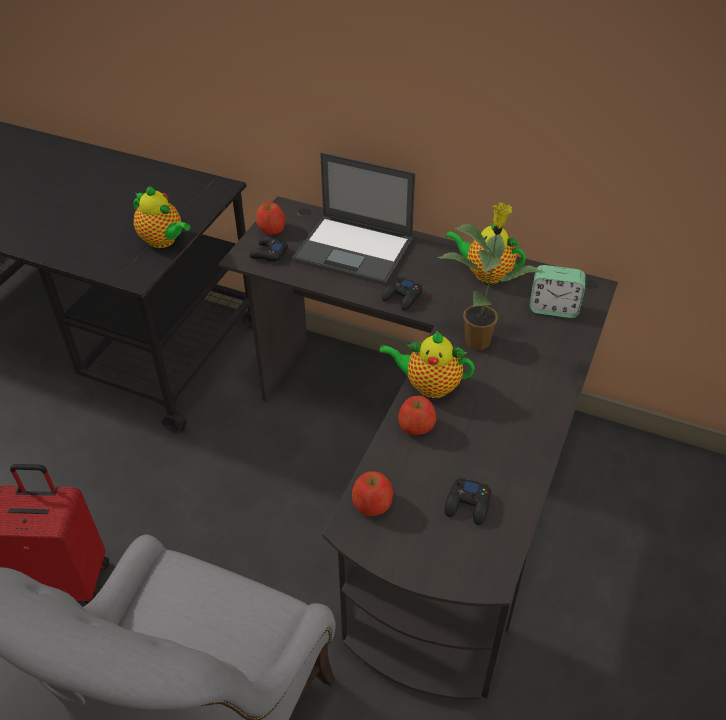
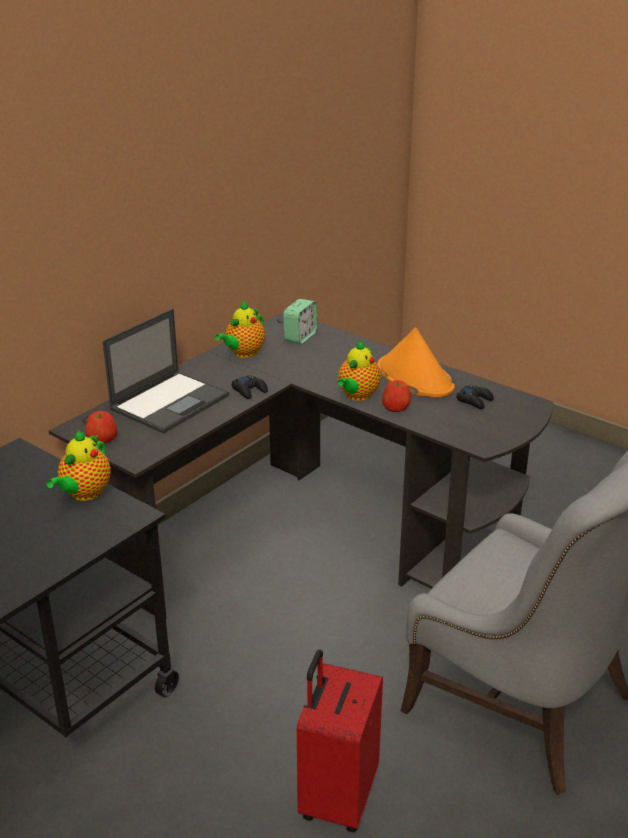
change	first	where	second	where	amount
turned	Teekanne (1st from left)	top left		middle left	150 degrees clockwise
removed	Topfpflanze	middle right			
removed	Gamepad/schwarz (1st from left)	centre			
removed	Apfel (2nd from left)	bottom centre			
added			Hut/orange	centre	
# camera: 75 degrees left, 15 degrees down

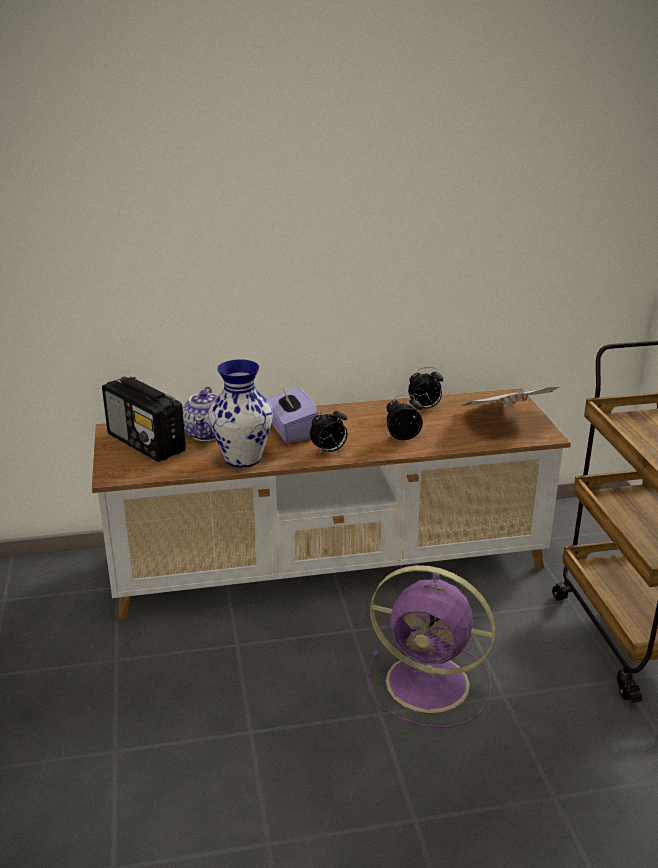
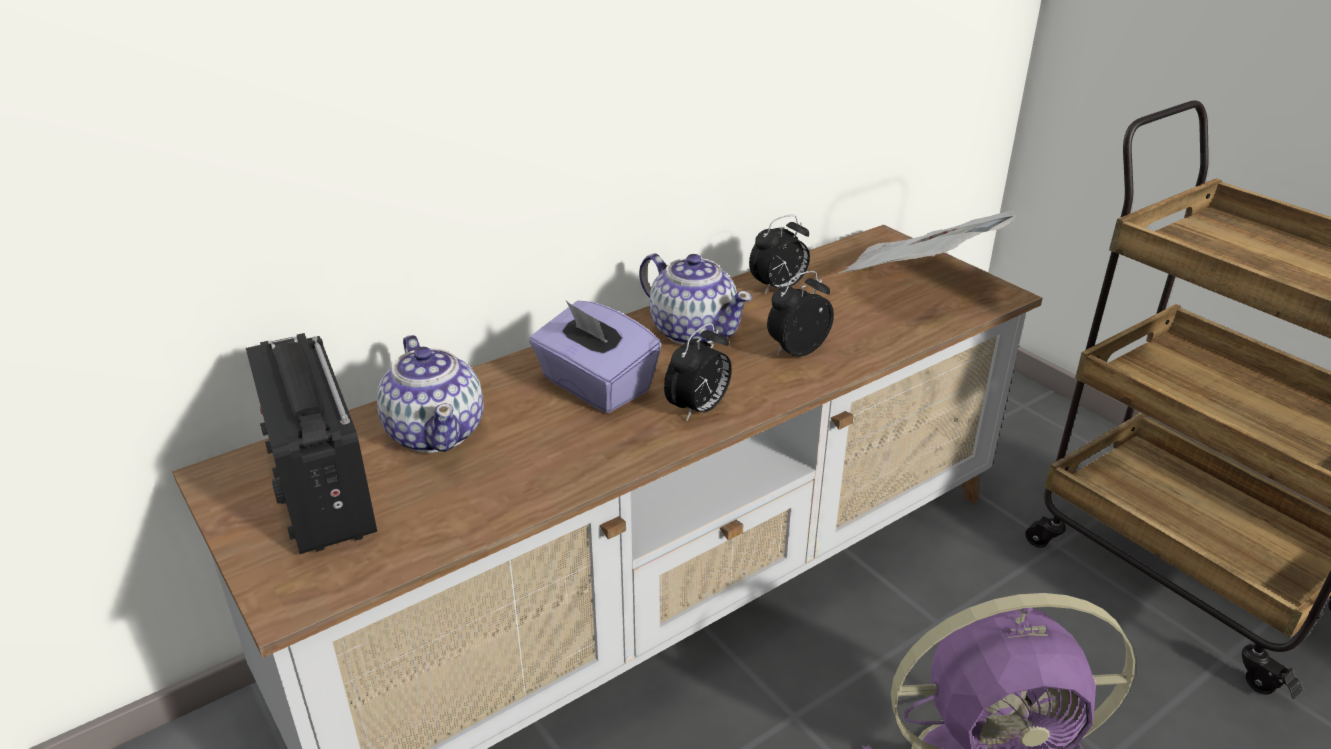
change	first	where	second	where	amount
removed	Vase	centre			
turned	Radio	middle left		middle left	45 degrees clockwise
added			Teekanne (2nd from left)	centre	
# camera: 25 degrees left, 5 degrees up

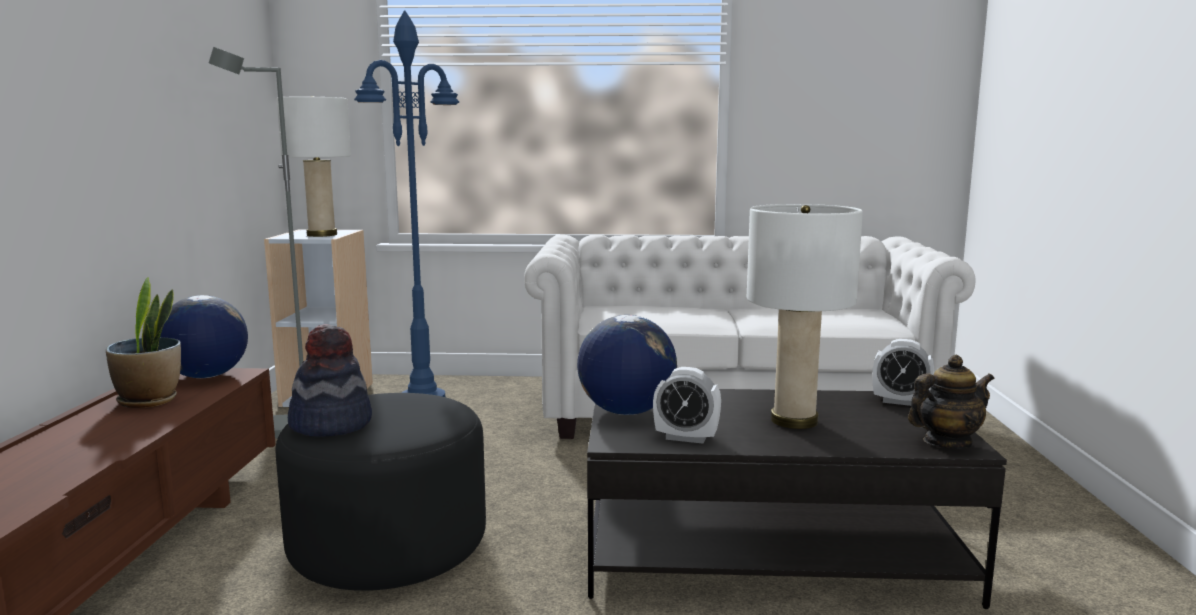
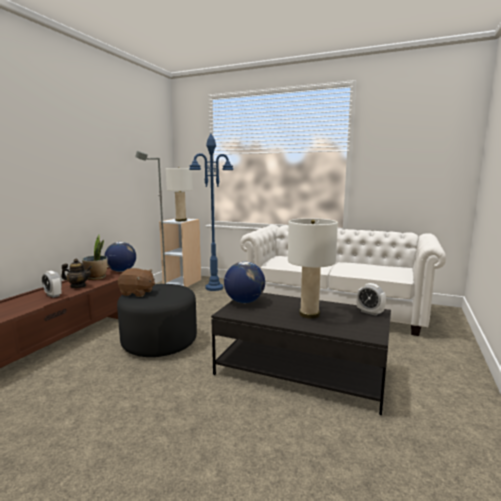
change	first	where	second	where	amount
replaced	Hut	middle left	Plüschtier/braun	middle left	
moved	Teekanne	middle right		middle left	
moved	Wecker (1st from left)	centre		middle left	
# camera: 20 degrees right, 0 degrees up

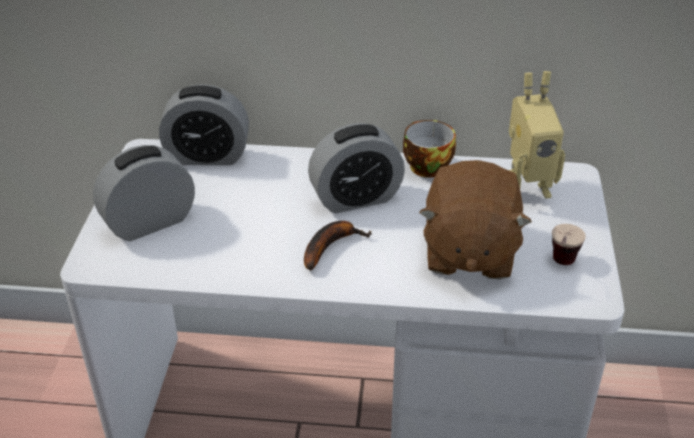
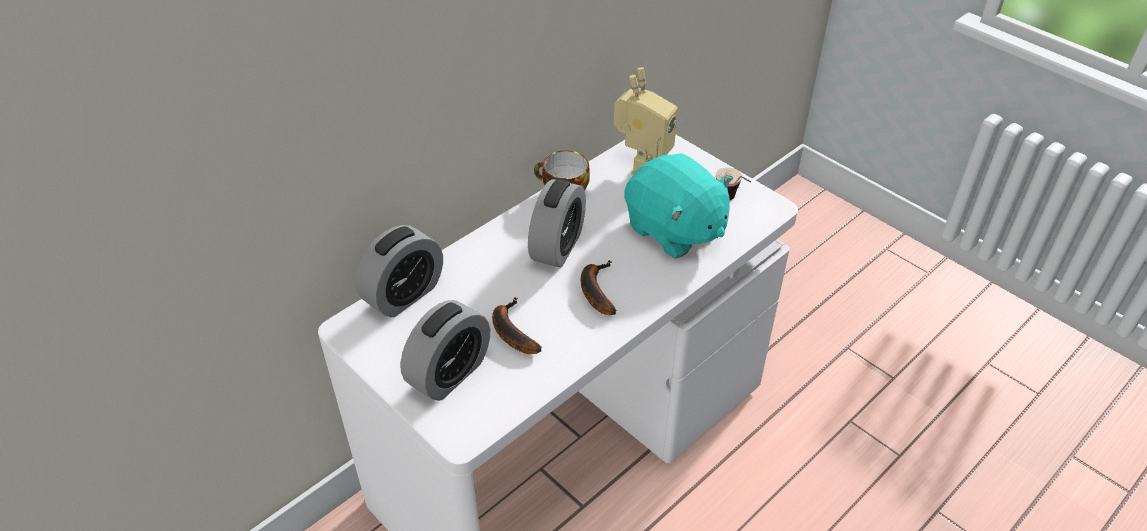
change	first	where	second	where	amount
turned	Wecker (1st from left in the first image)	middle left	Wecker (2nd from left)	centre	150 degrees counterclockwise
recoloured	Plüschtier/braun	middle right	Plüschtier/türkis	centre	
added			Banane (1st from left)	centre	
# camera: 50 degrees left, 5 degrees up

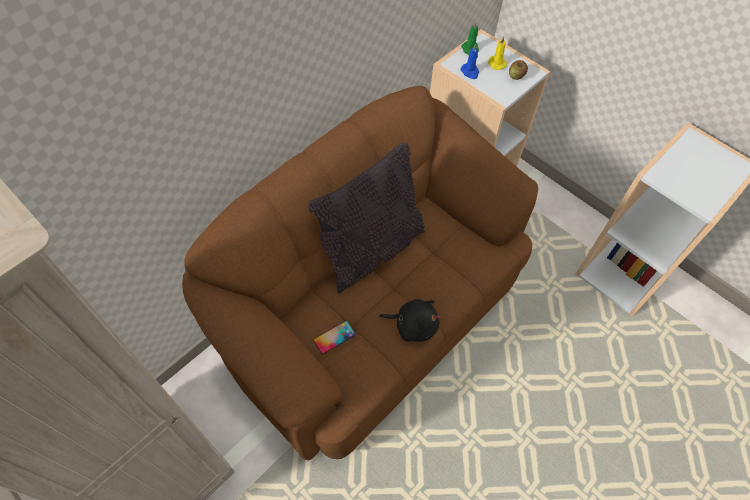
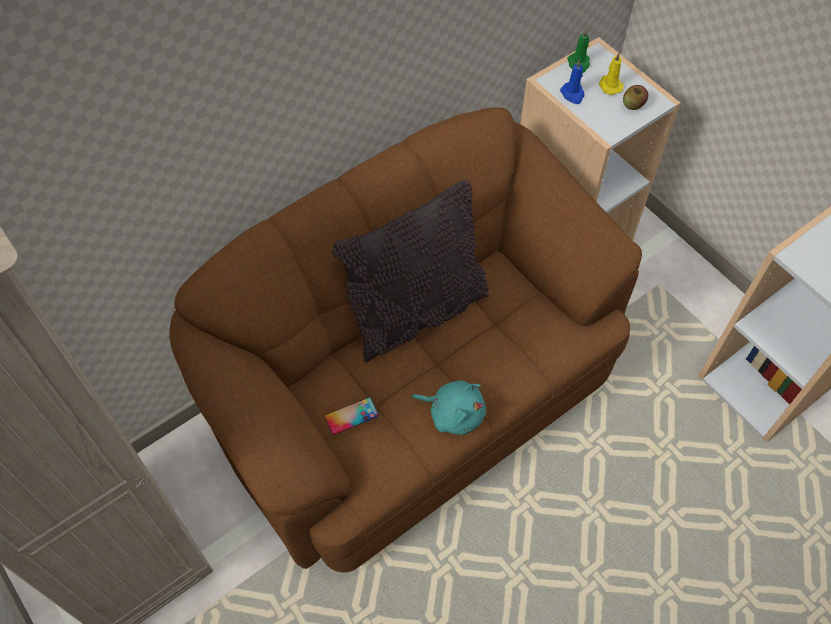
change	first	where	second	where	amount
recoloured	Plüschtier/schwarz	centre	Plüschtier/türkis	centre	
# camera: 10 degrees right, 0 degrees up

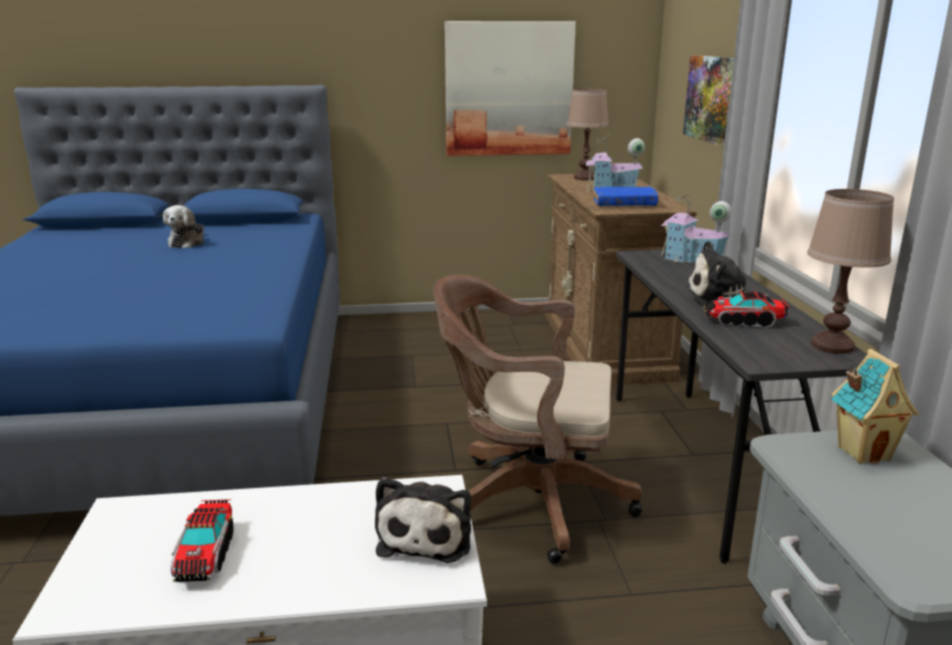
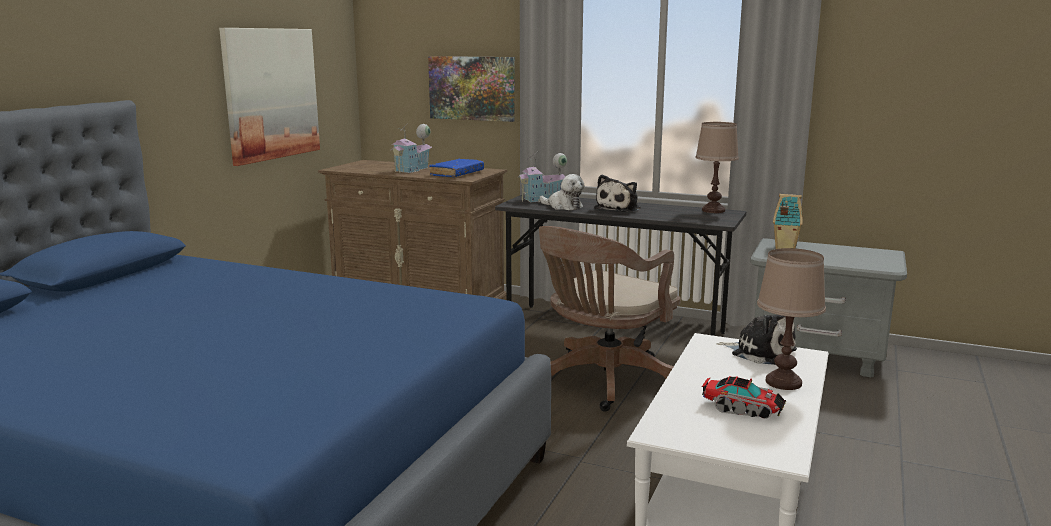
change	first	where	second	where	amount
moved	Tischlampe/braun (1st from left in the first image)	top centre	Tischlampe/braun (2nd from left)	middle right	
moved	Plüschtier (1st from left)	middle left		centre	
removed	Spielzeuglaster (2nd from left)	middle right			
# camera: 60 degrees left, 5 degrees down

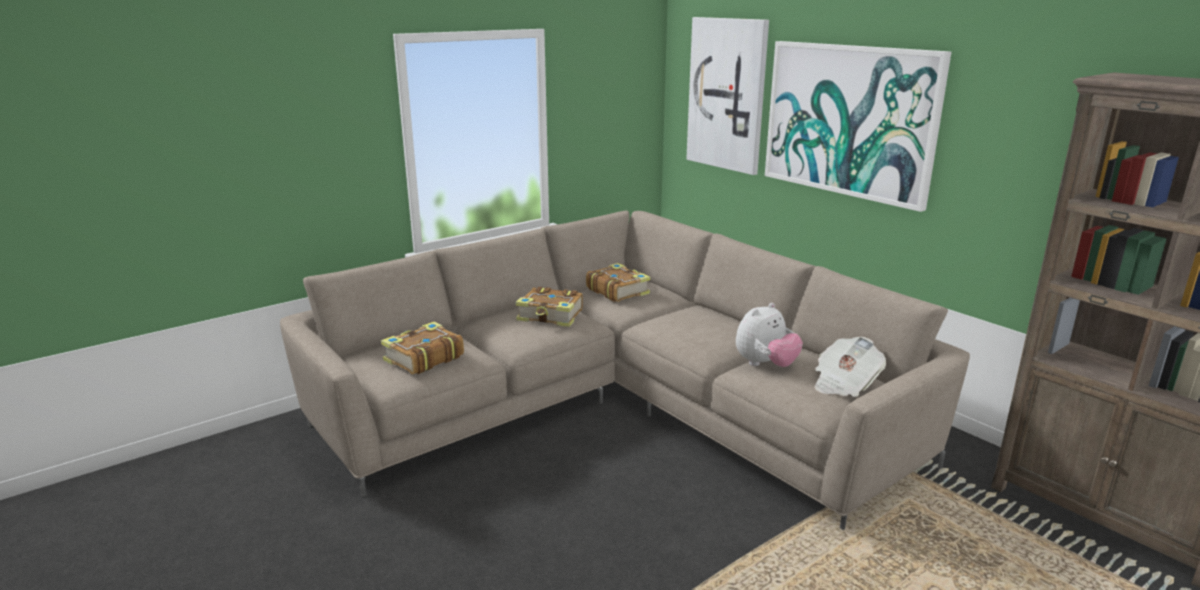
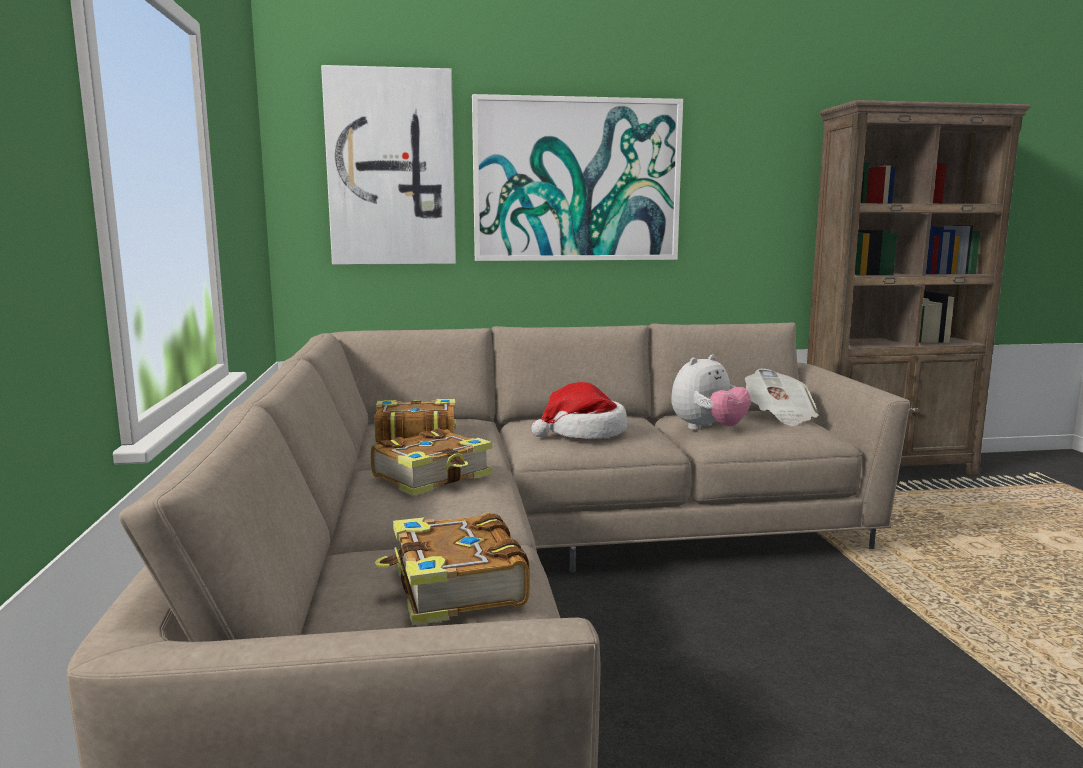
change	first	where	second	where	amount
turned	Plüschtier	centre		centre	60 degrees clockwise
added			Hut	centre	
# camera: 60 degrees left, 10 degrees down

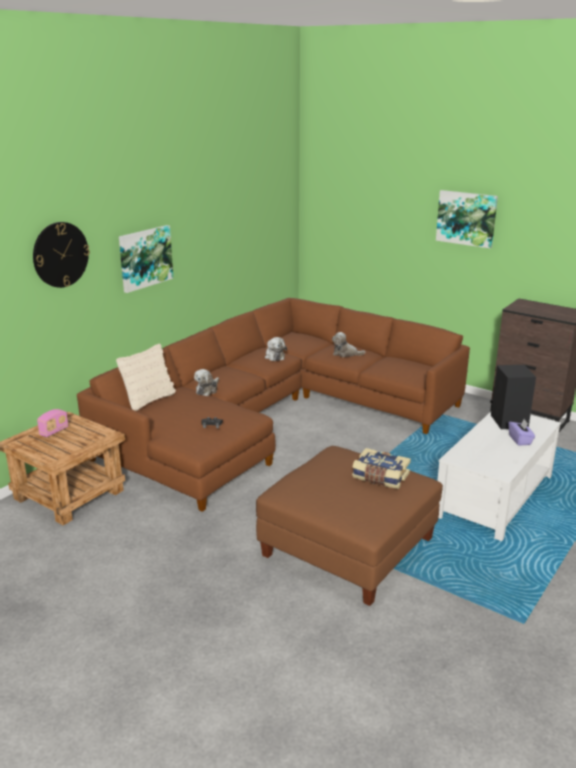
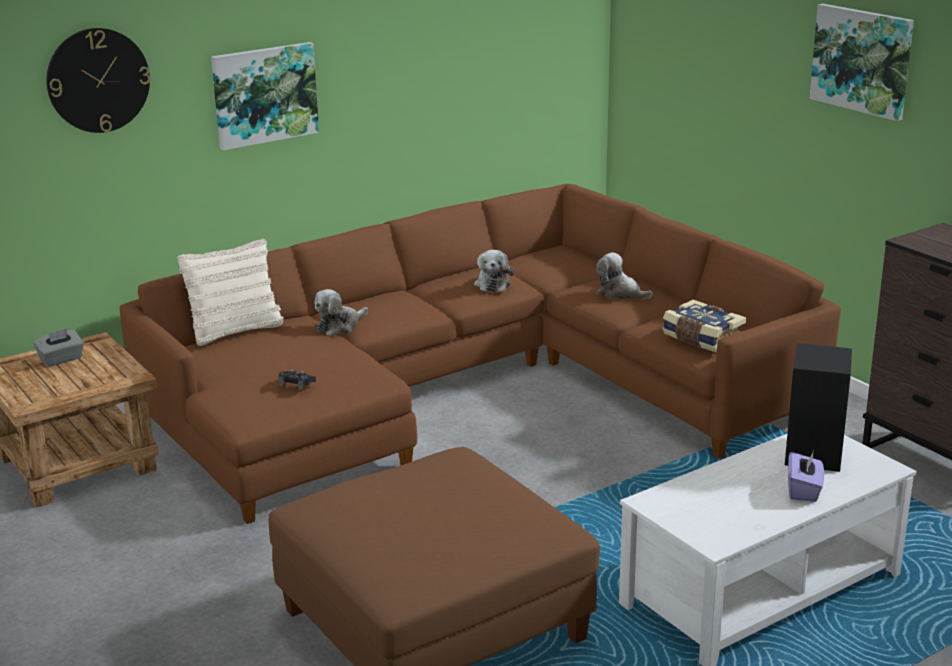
change	first	where	second	where	amount
replaced	Radio	middle left	Taschentuchbox/grau	middle left	
moved	Buch	centre		middle right	
# camera: 20 degrees right, 0 degrees up

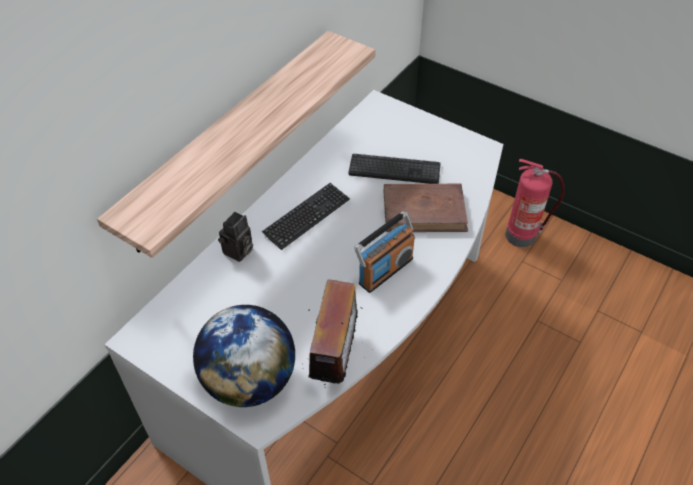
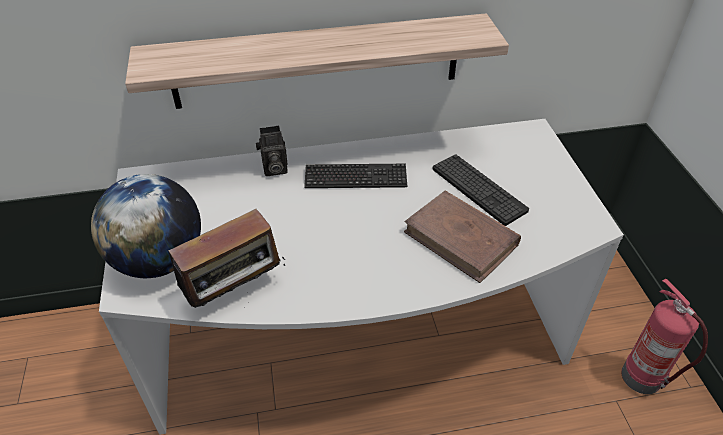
change	first	where	second	where	amount
removed	Radio (2nd from left)	centre			
# camera: 45 degrees right, 5 degrees down

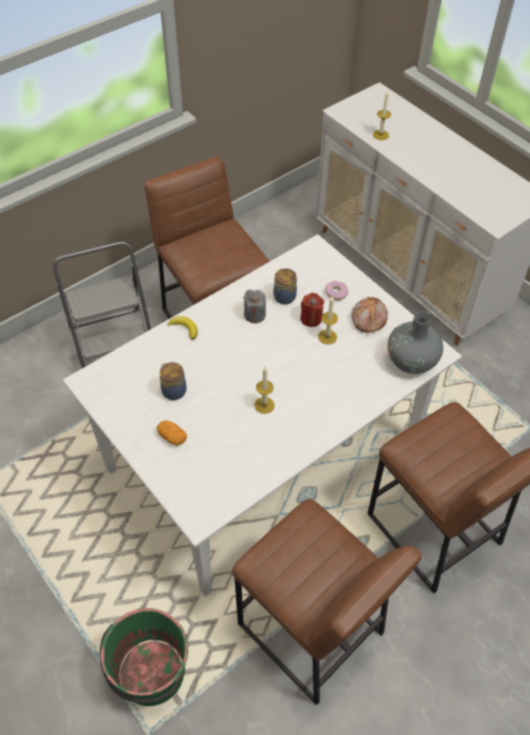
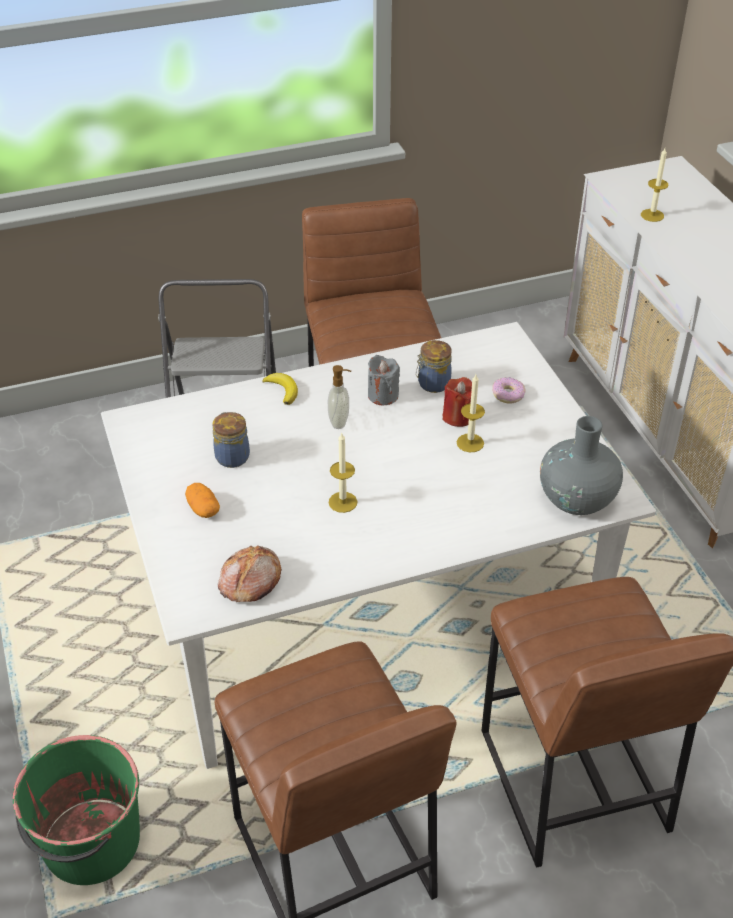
change	first	where	second	where	amount
moved	Brot	middle right		centre	
added			Seifenspender	centre	
# camera: 20 degrees right, 10 degrees down

